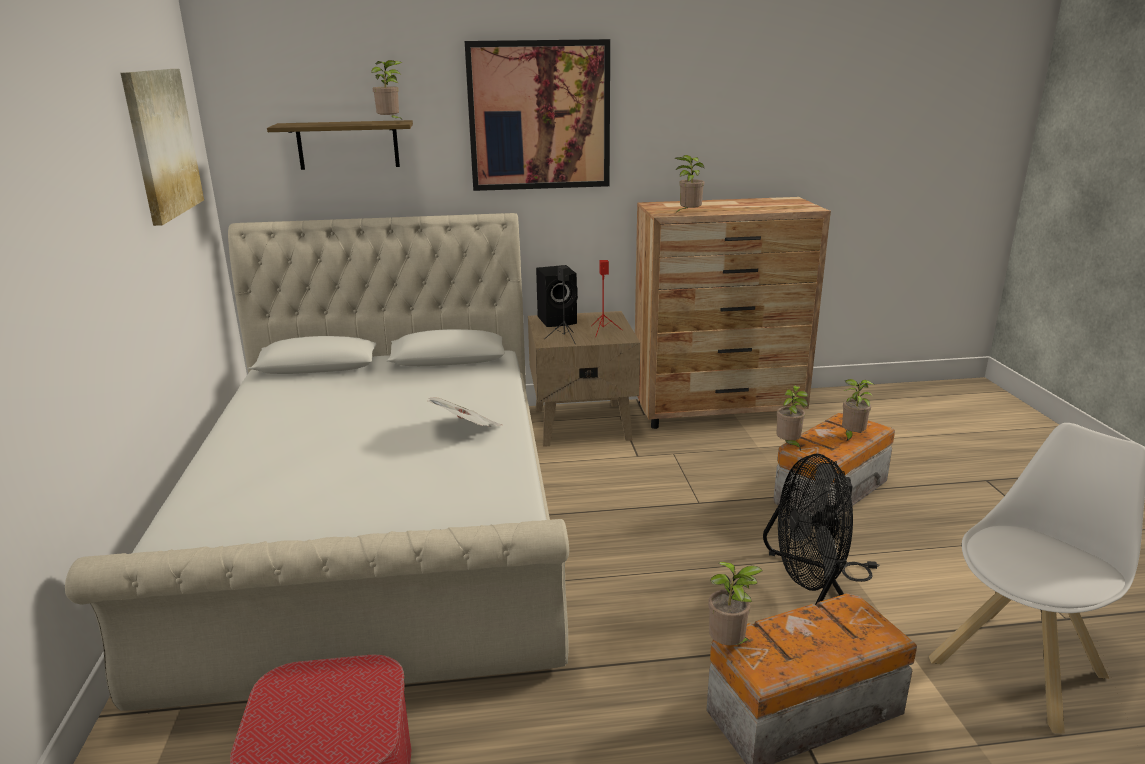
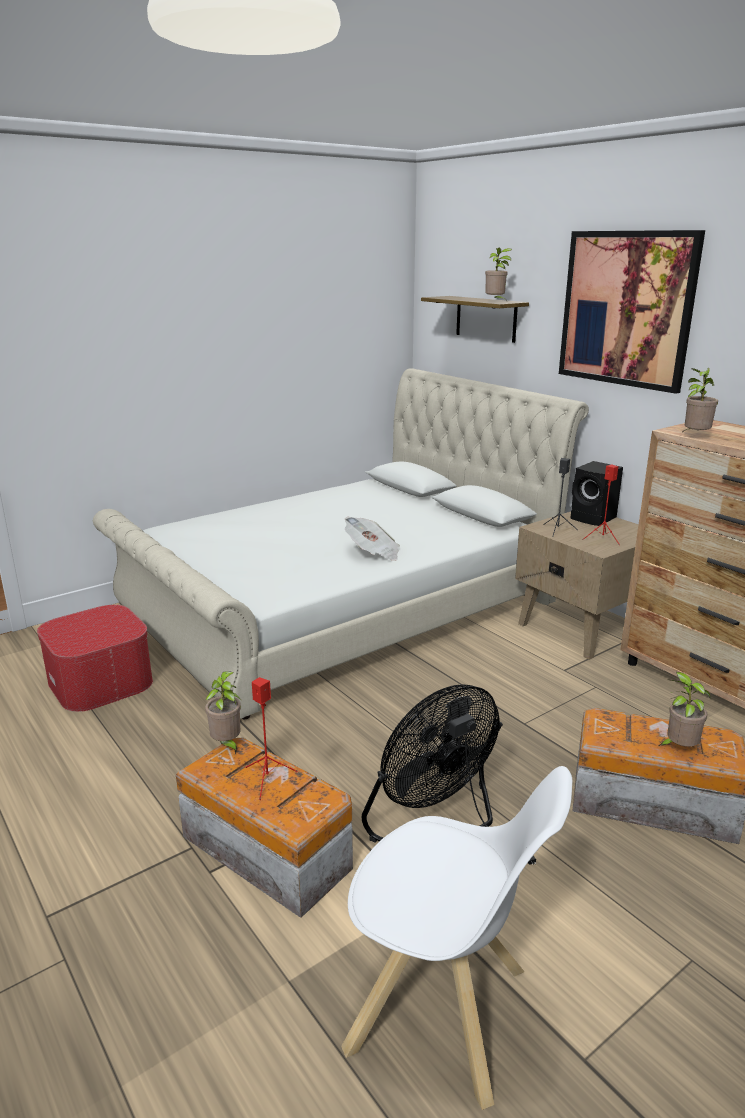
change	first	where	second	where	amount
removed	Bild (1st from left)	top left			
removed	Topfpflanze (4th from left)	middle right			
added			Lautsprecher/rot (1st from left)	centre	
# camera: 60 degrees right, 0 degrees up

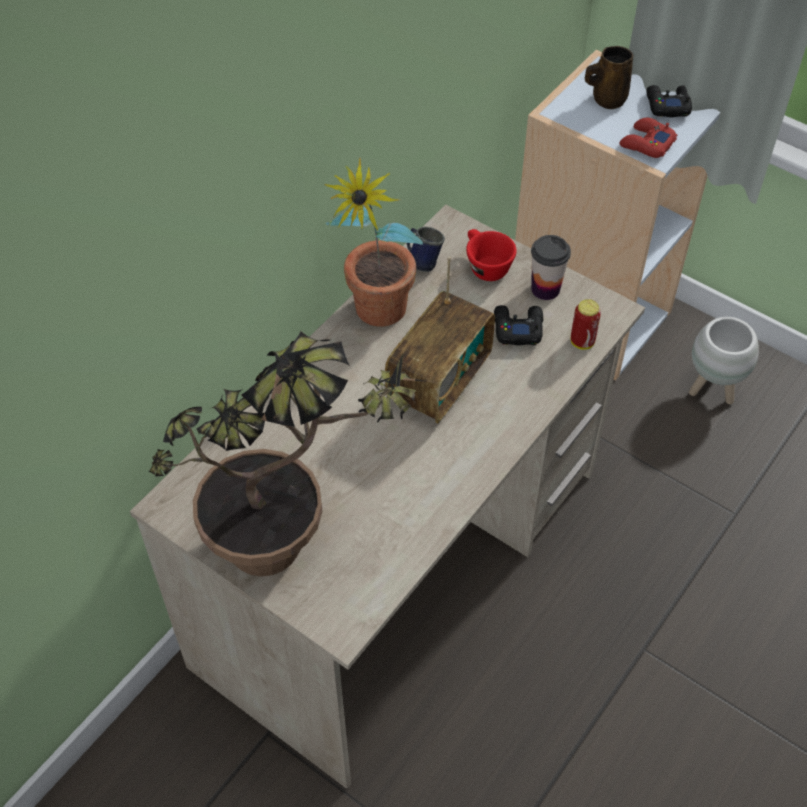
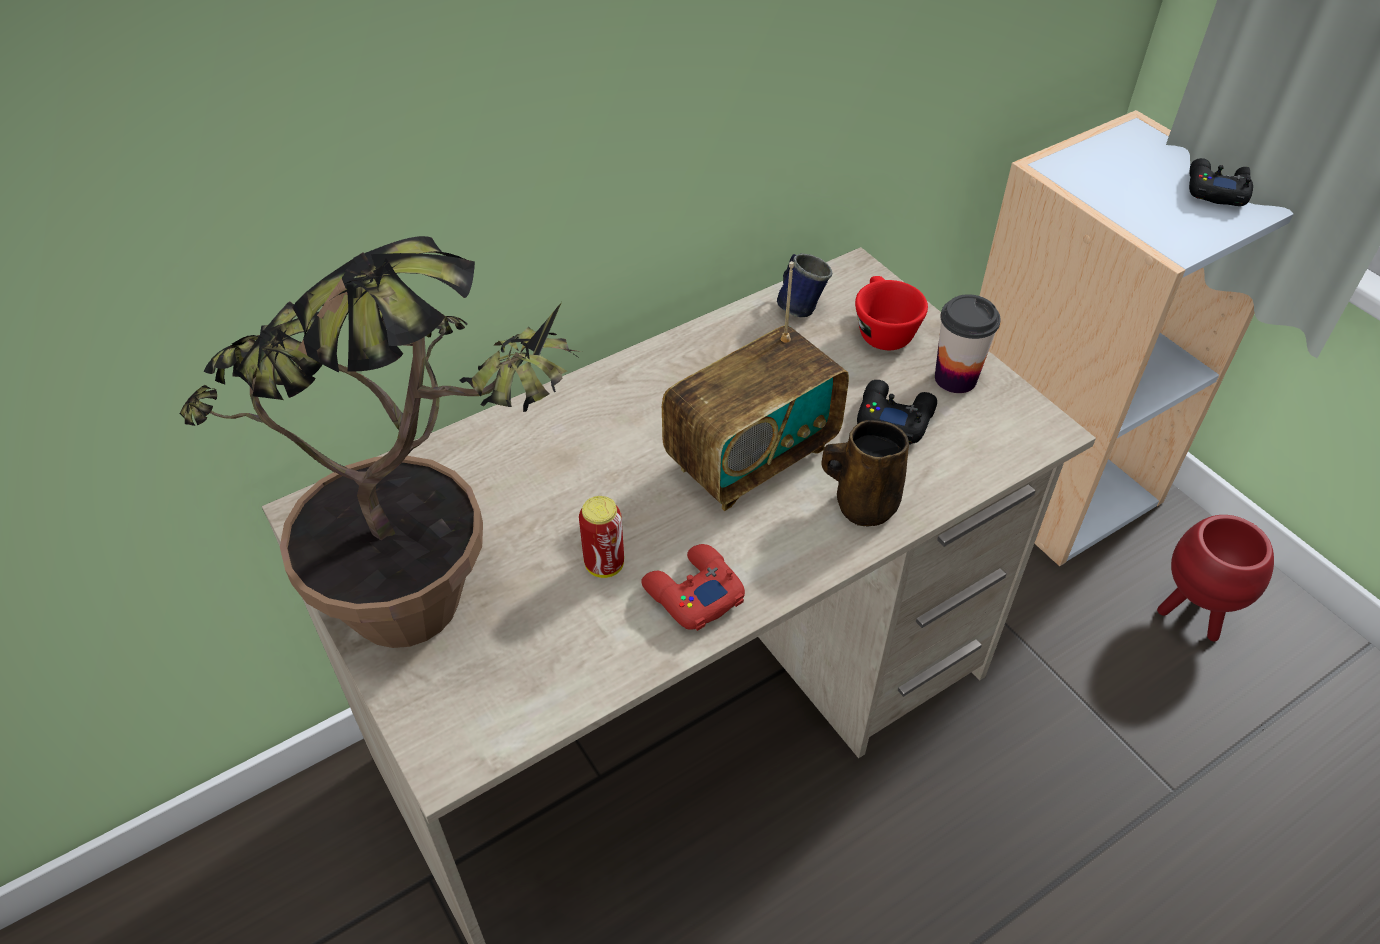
change	first	where	second	where	amount
moved	Henkelbecher/braun	top right		centre	
moved	Gamepad/rot	top right		centre	
removed	Topfpflanze (2nd from left)	top centre			
moved	Dose	middle right		centre	
recoloured	Pflanzkübel/weiß	middle right	Pflanzkübel/rot	middle right	
# camera: 20 degrees right, 5 degrees down

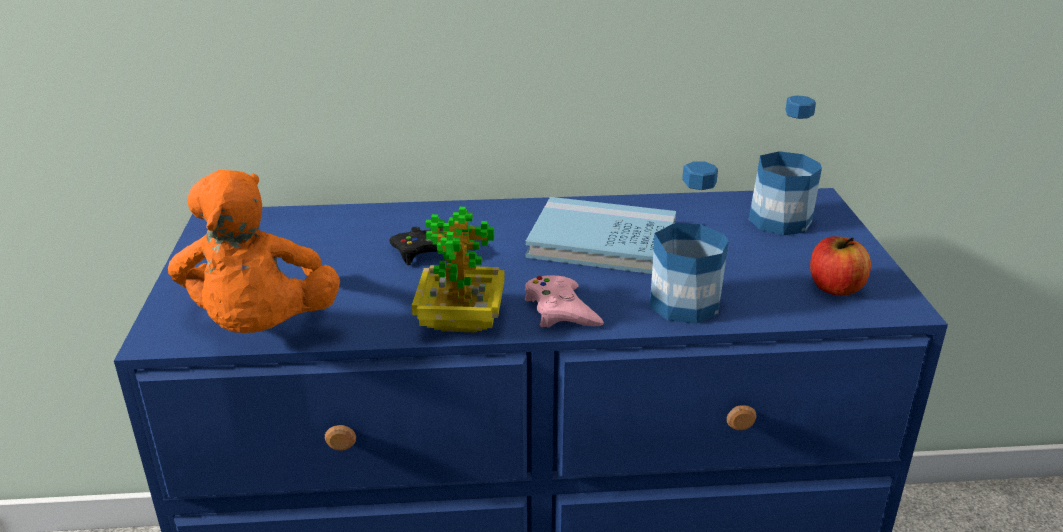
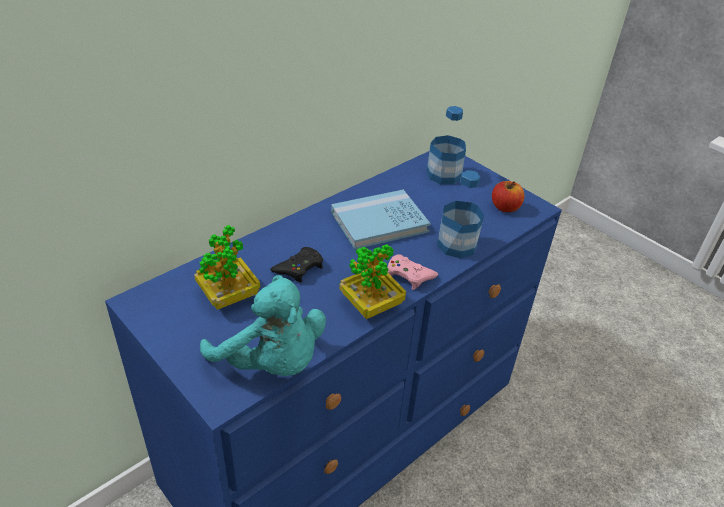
change	first	where	second	where	amount
recoloured	Plüschtier/orange	middle left	Plüschtier/türkis	centre	
added			Topfpflanze (1st from left)	middle left	
# camera: 40 degrees left, 10 degrees up

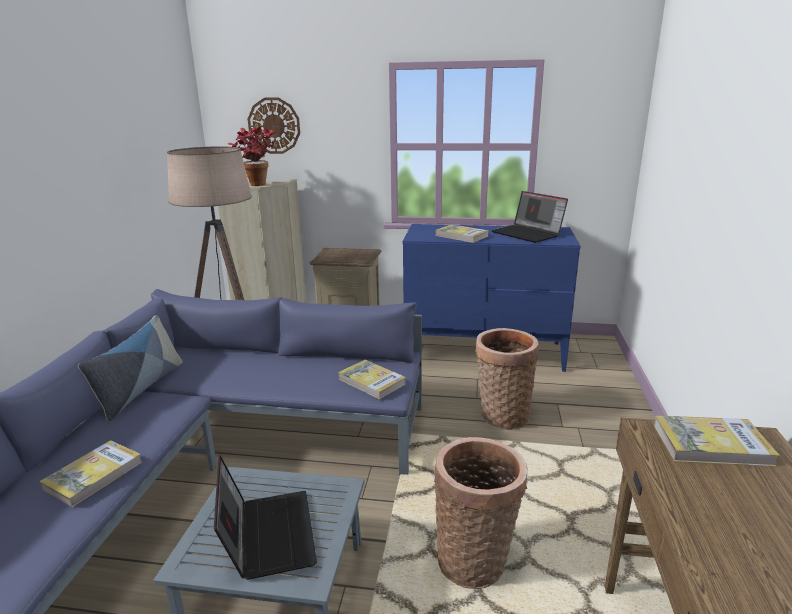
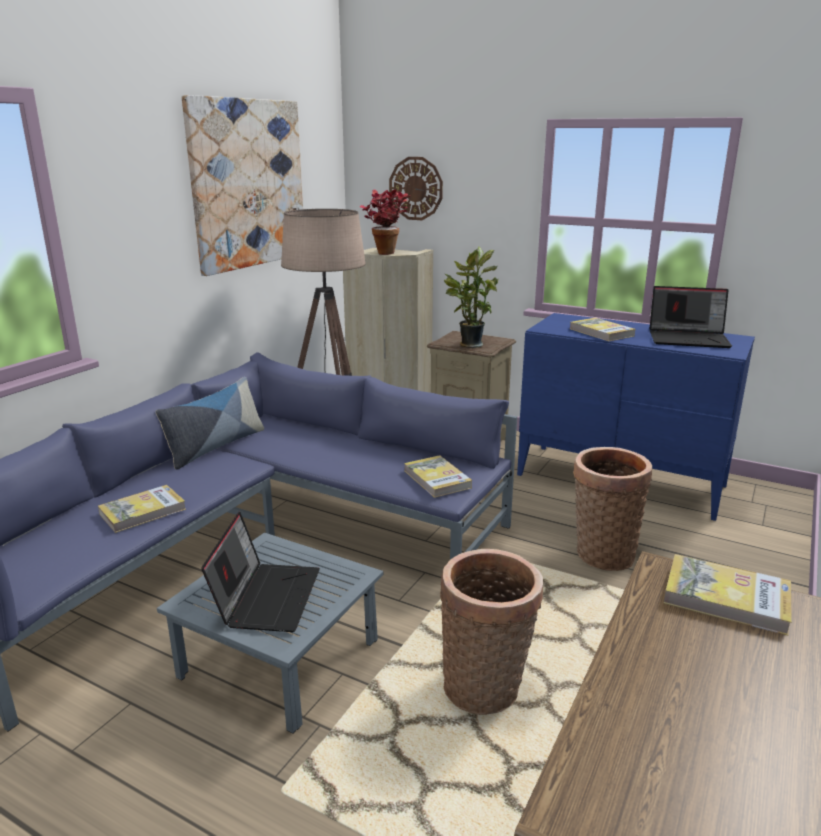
change	first	where	second	where	amount
turned	Laptop (2nd from left)	middle right		middle right	60 degrees counterclockwise
added			Bild	top left	
added			Topfpflanze (2nd from left)	centre	
# camera: 20 degrees right, 0 degrees up

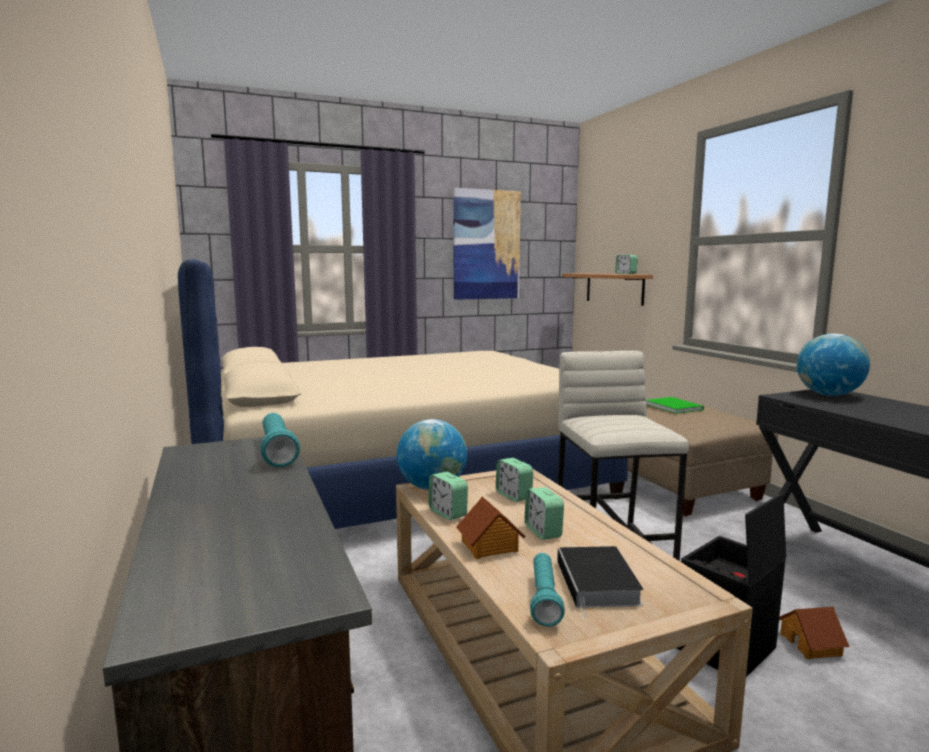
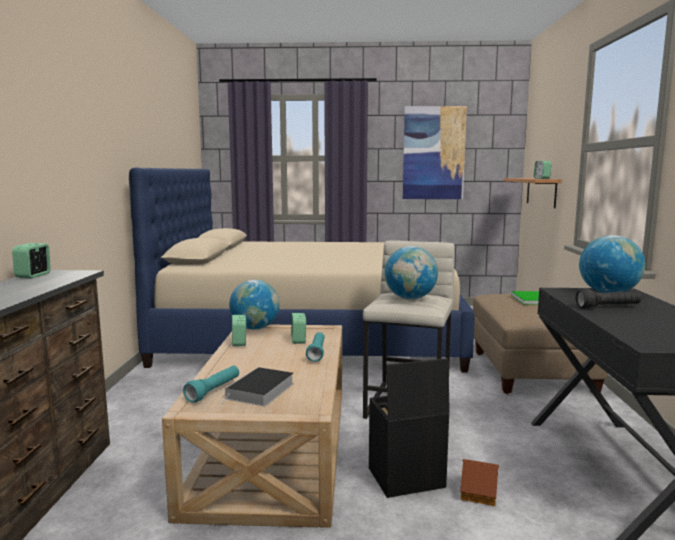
change	first	where	second	where	amount
moved	Taschenlampe/türkis (1st from left in the first image)	middle left	Taschenlampe/türkis (2nd from left)	centre	
moved	Wecker (3rd from left in the first image)	bottom centre	Wecker (1st from left)	middle left	
removed	Spielzeughaus (1st from left)	bottom centre			
added			Globus (2nd from left)	centre	
added			Taschenlampe/schwarz	middle right	
# camera: 25 degrees right, 0 degrees up

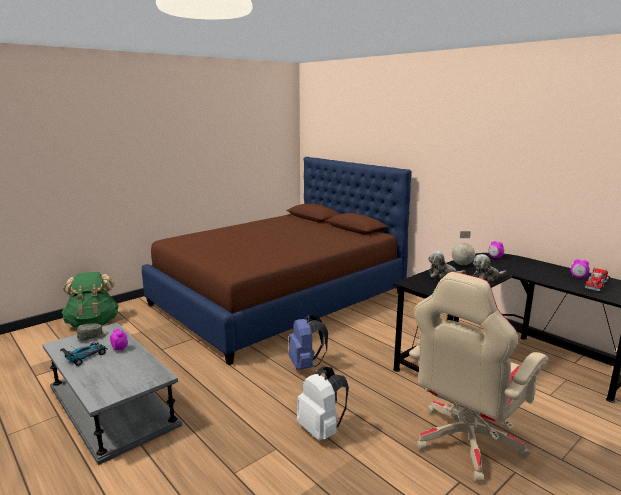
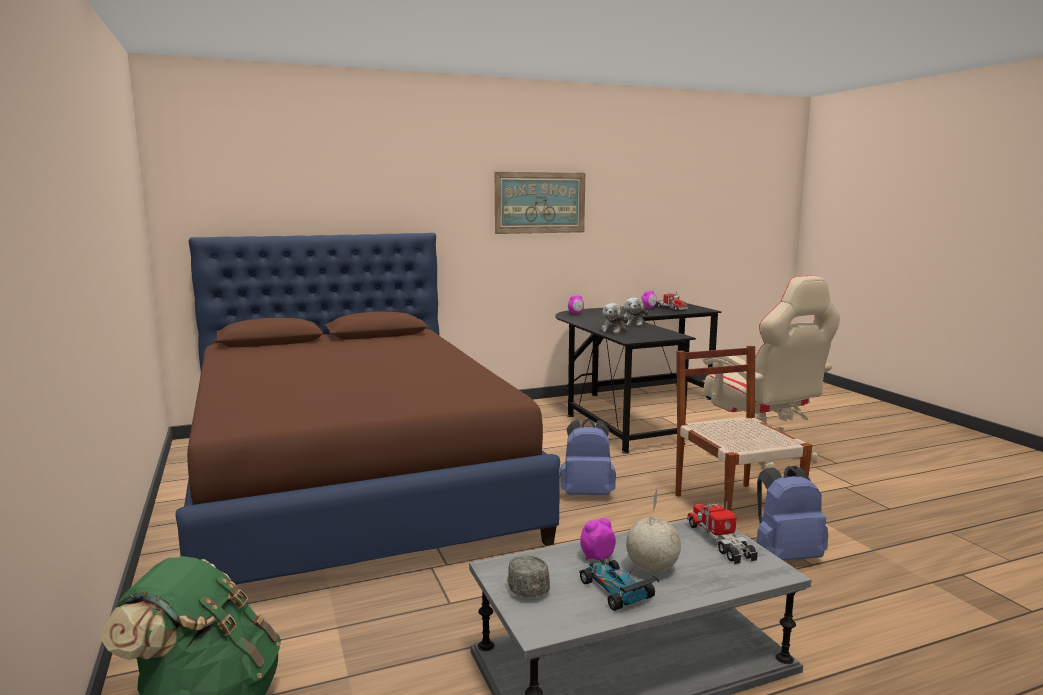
change	first	where	second	where	amount
moved	Globus	middle right		bottom centre	
replaced	Rucksack/weiß	bottom centre	Stuhl	middle right	
added			Bild	top centre	
added			Rucksack/blau (2nd from left)	bottom right	
added			Spielzeuglaster (2nd from left)	bottom right	
# camera: 70 degrees left, 5 degrees down

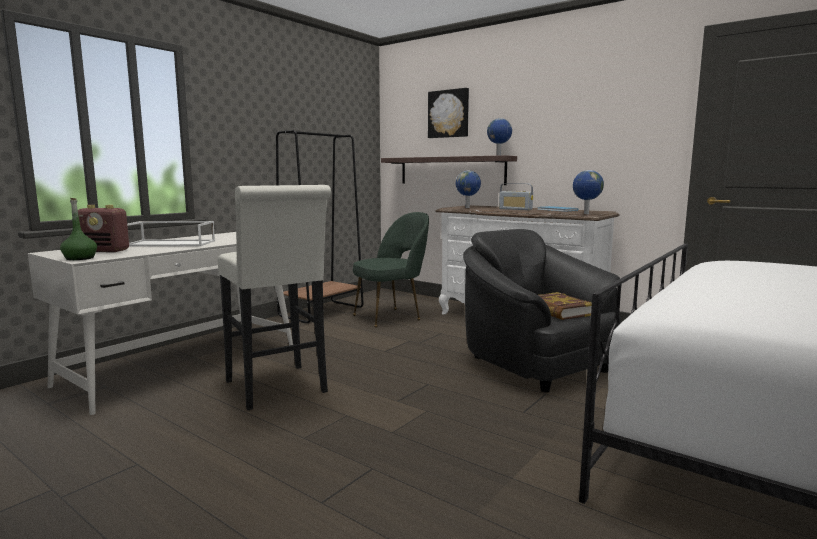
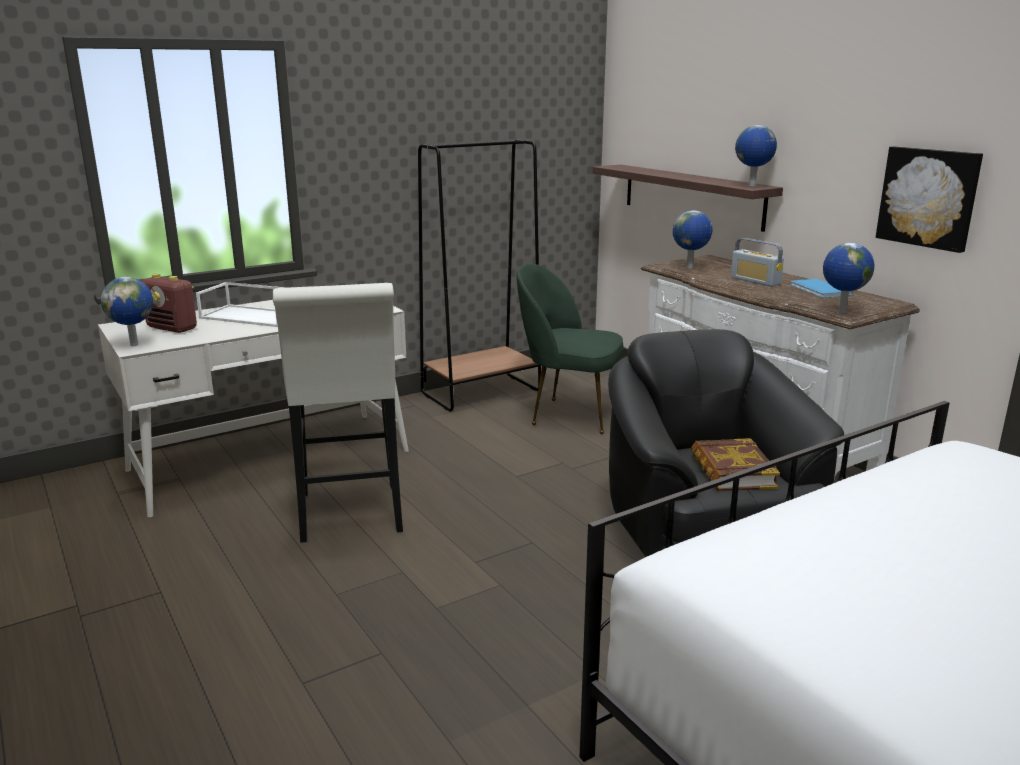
change	first	where	second	where	amount
moved	Bild	top centre		top right	
replaced	Flasche/grün	middle left	Globus (1st from left)	middle left	
turned	Stuhl/grün	centre		centre	150 degrees counterclockwise
# camera: 20 degrees right, 10 degrees up

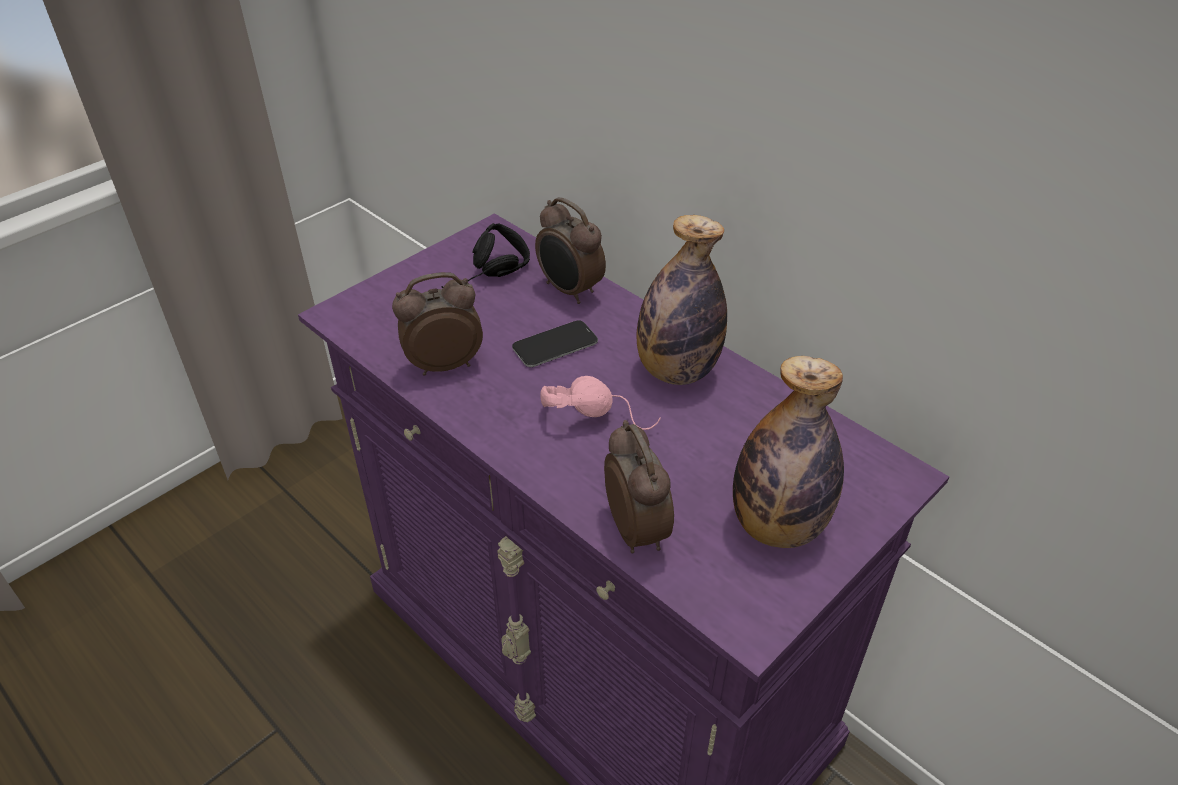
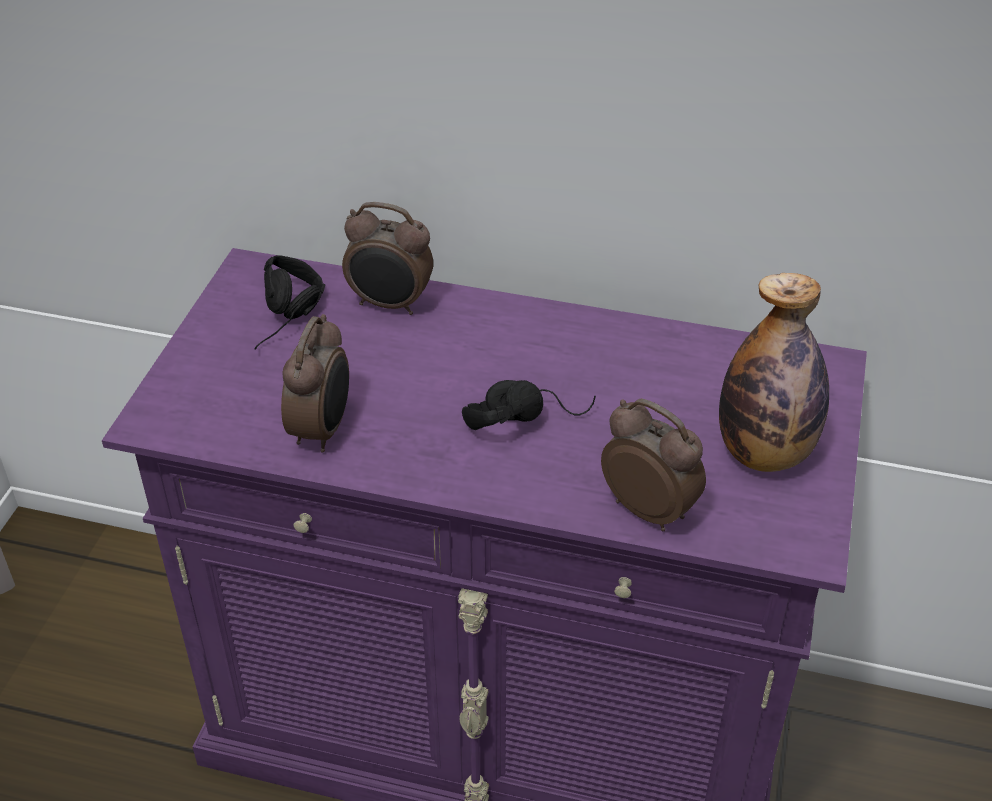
change	first	where	second	where	amount
removed	Flasche (1st from left)	centre			
turned	Wecker (1st from left)	centre		middle left	150 degrees clockwise
removed	Handy	centre			
recoloured	Kopfhörer/rosa	centre	Kopfhörer/schwarz (2nd from left)	centre	
# camera: 30 degrees left, 0 degrees up

